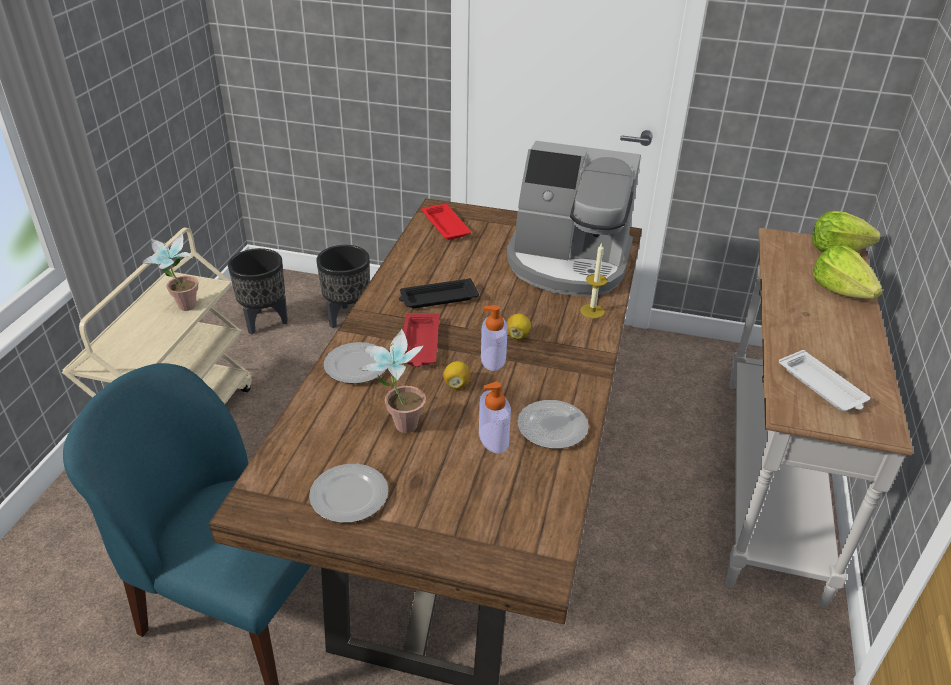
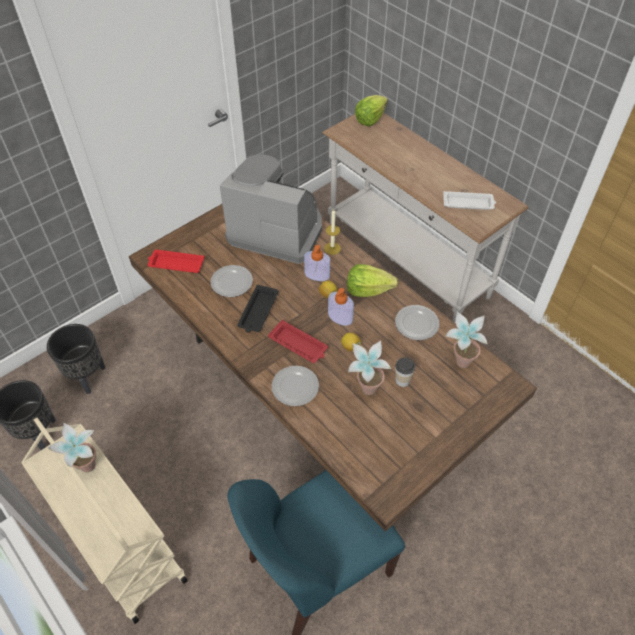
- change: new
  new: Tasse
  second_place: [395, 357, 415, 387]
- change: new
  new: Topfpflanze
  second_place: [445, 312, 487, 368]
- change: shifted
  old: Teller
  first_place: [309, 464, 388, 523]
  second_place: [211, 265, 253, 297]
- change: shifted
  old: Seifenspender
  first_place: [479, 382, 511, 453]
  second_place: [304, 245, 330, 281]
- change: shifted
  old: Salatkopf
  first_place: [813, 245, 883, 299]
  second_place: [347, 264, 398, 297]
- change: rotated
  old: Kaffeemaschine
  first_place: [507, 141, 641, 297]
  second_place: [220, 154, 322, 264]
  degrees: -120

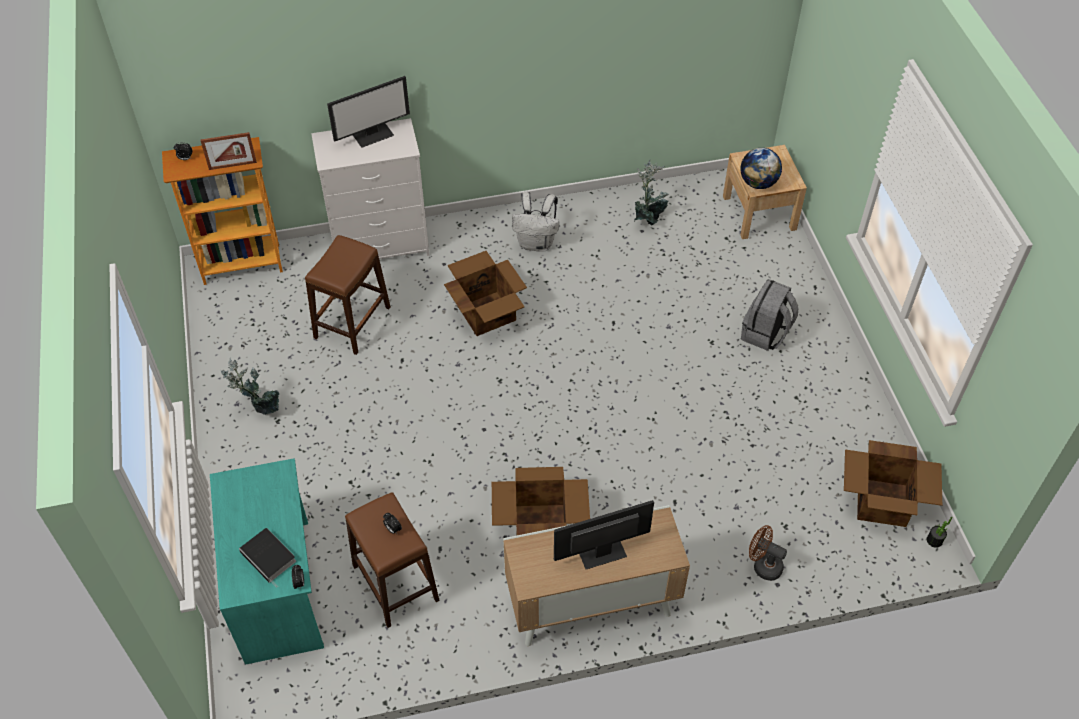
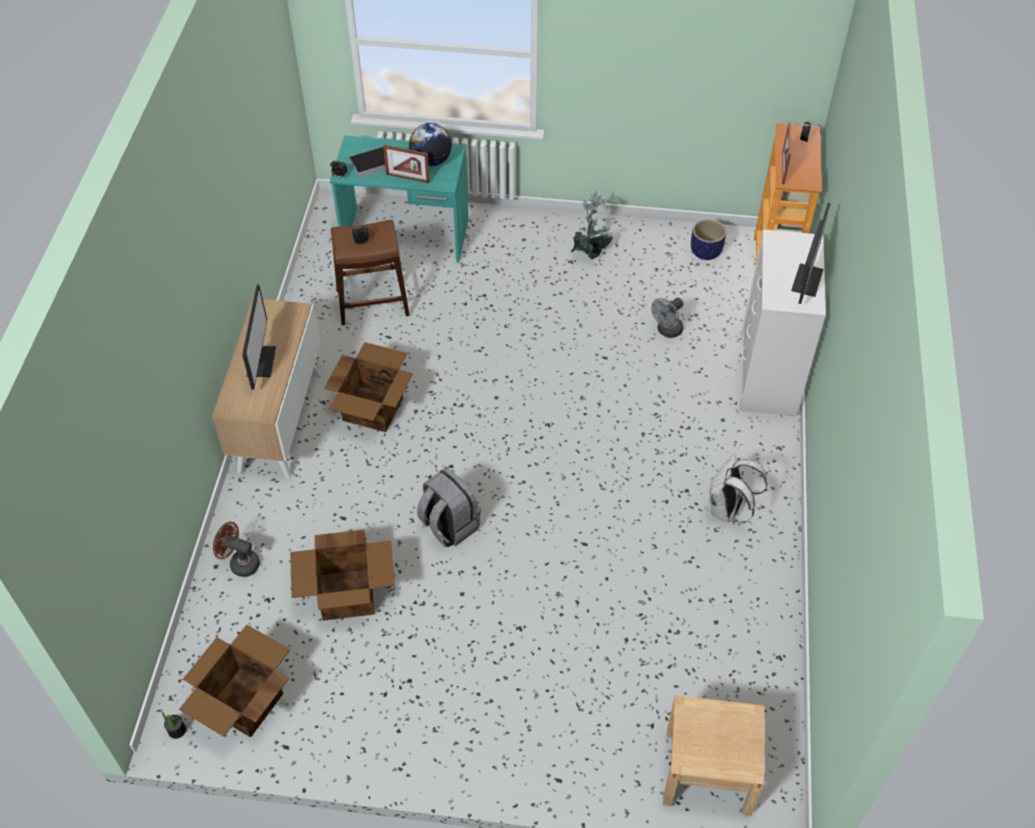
- change: gone
  old: Topfpflanze
  first_place: [634, 160, 669, 226]
- change: new
  new: Bilderrahmen
  second_place: [383, 145, 430, 183]
- change: new
  new: Pflanzkübel
  second_place: [691, 219, 726, 260]
- change: shifted
  old: Karton
  first_place: [444, 251, 527, 336]
  second_place: [290, 529, 395, 621]
- change: shifted
  old: Globus
  first_place: [740, 148, 782, 189]
  second_place: [409, 123, 452, 166]
- change: shifted
  old: Rucksack [grau]
  first_place: [741, 279, 798, 351]
  second_place: [417, 468, 481, 547]
- change: swapped
  old: Hocker [braun]
  new: Ventilator [grau]
  first_place: [305, 235, 391, 355]
  second_place: [651, 298, 684, 338]
- change: rotated
  old: Monitor
  first_place: [327, 76, 410, 148]
  second_place: [791, 203, 831, 304]
  degrees: -150
- change: rotated
  old: Ventilator [braun]
  first_place: [749, 525, 787, 581]
  second_place: [213, 522, 260, 577]
  degrees: -120

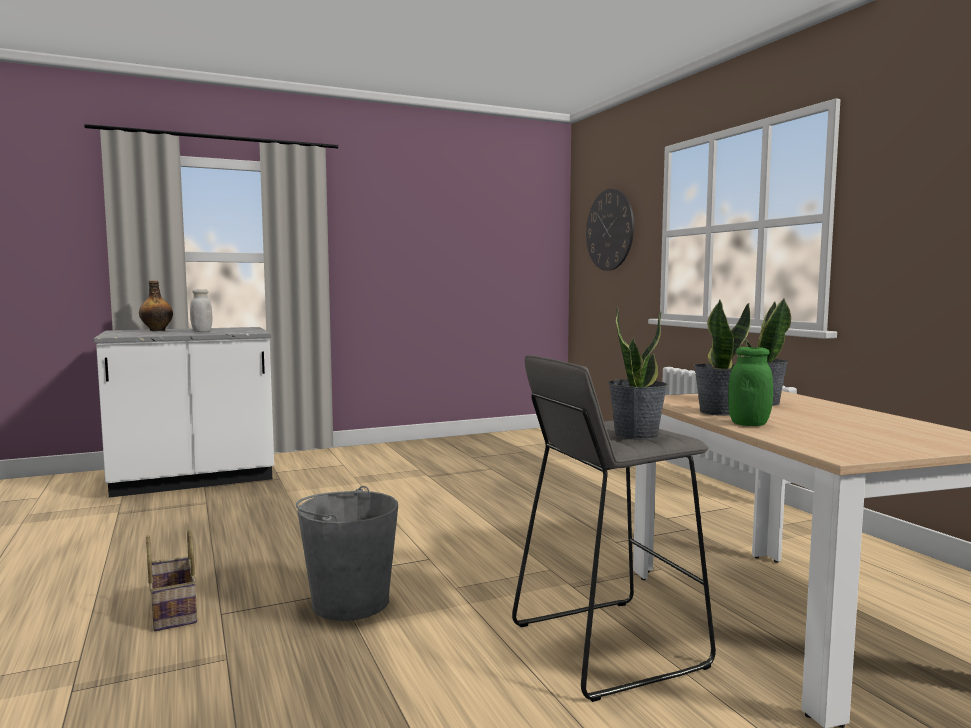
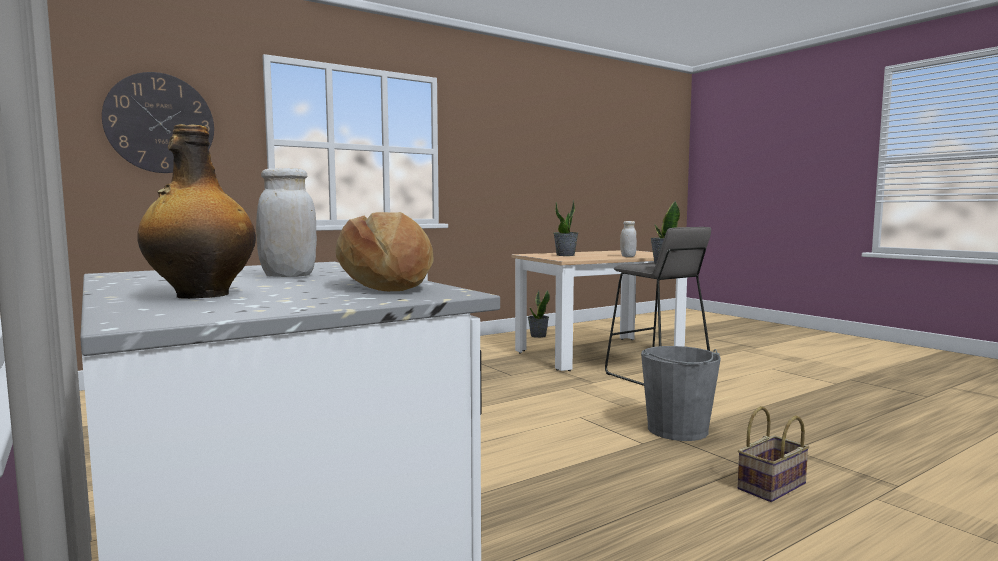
- change: new
  new: Brot
  second_place: [336, 212, 434, 291]
- change: shifted
  old: Topfpflanze
  first_place: [693, 300, 750, 416]
  second_place: [528, 290, 550, 338]
- change: repainted
  old: Vorratsglas [grün]
  new: Vorratsglas [weiß]
  first_place: [728, 347, 773, 426]
  second_place: [620, 221, 637, 257]

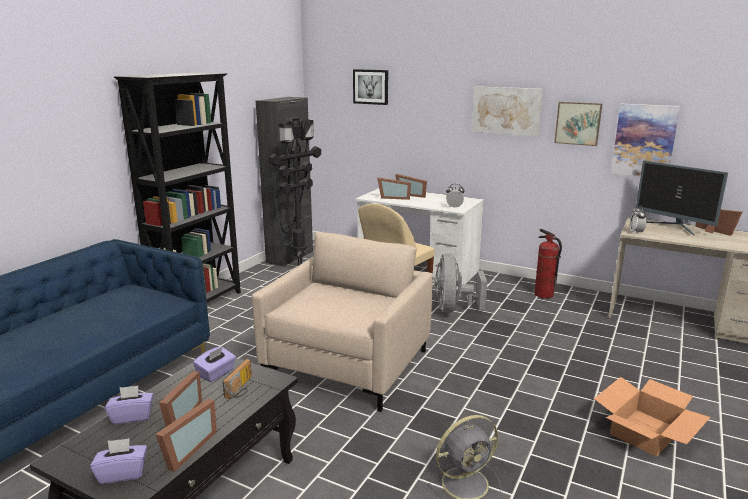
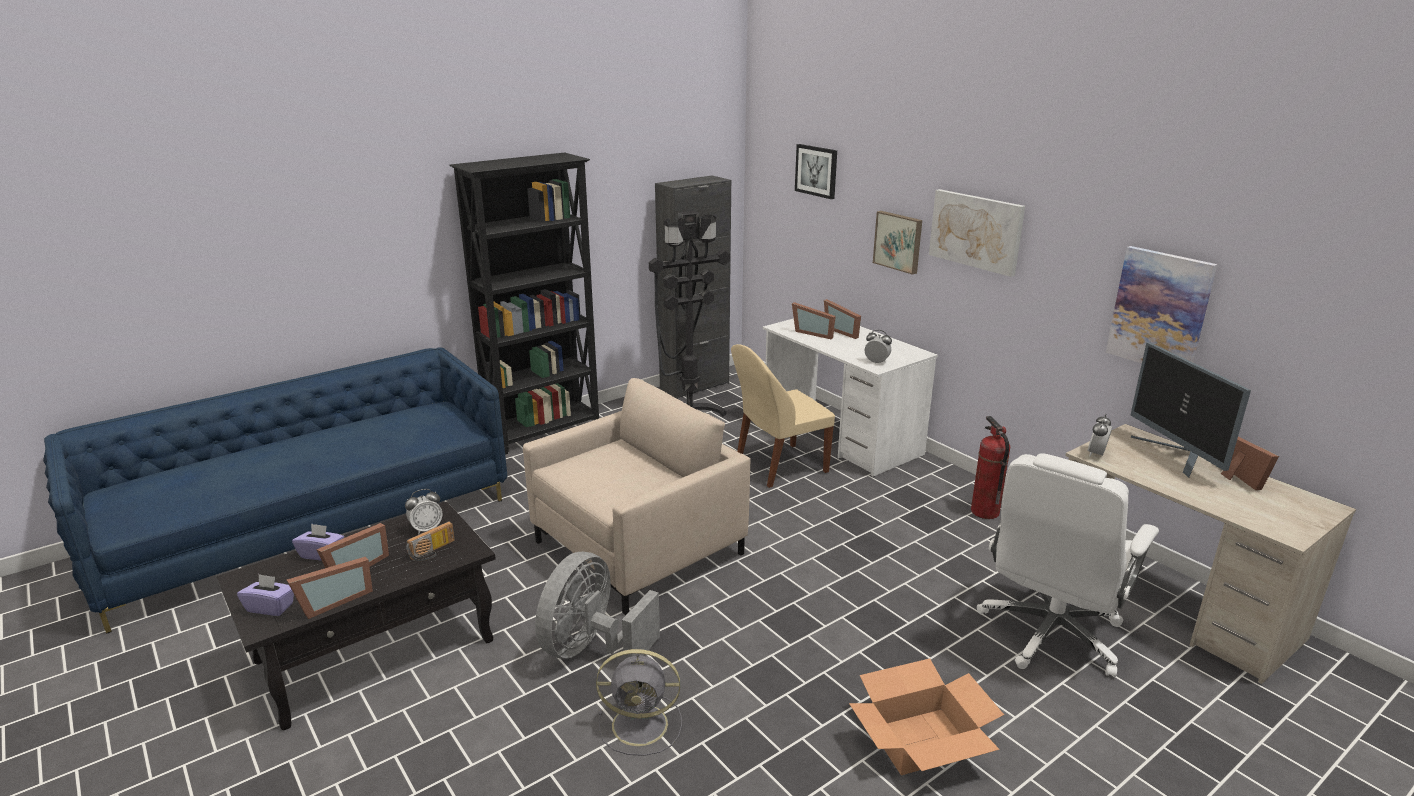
- change: new
  new: Bürostuhl [weiß]
  second_place: [977, 453, 1159, 677]
- change: shifted
  old: Ventilator [grau]
  first_place: [435, 253, 487, 313]
  second_place: [535, 552, 660, 660]
- change: shifted
  old: Bild
  first_place: [554, 102, 602, 146]
  second_place: [873, 211, 922, 275]
- change: swapped
  old: Taschentuchbox [lila]
  new: Wecker
  first_place: [193, 346, 236, 382]
  second_place: [405, 489, 442, 534]

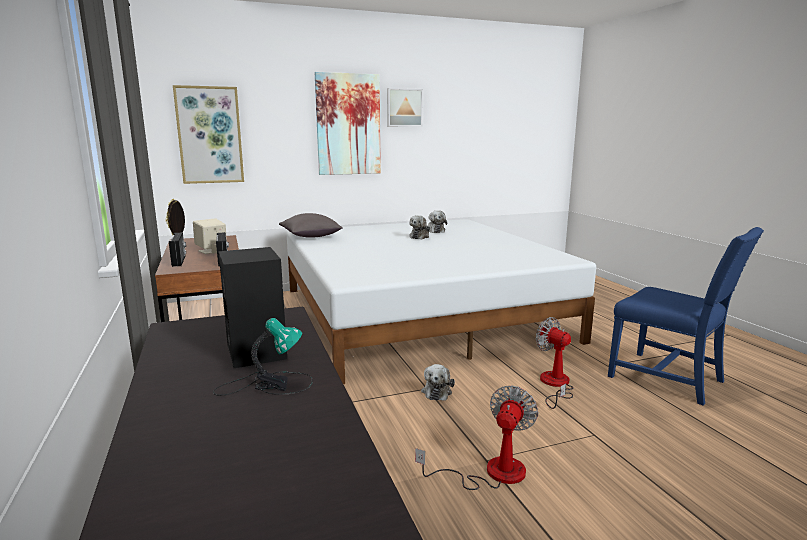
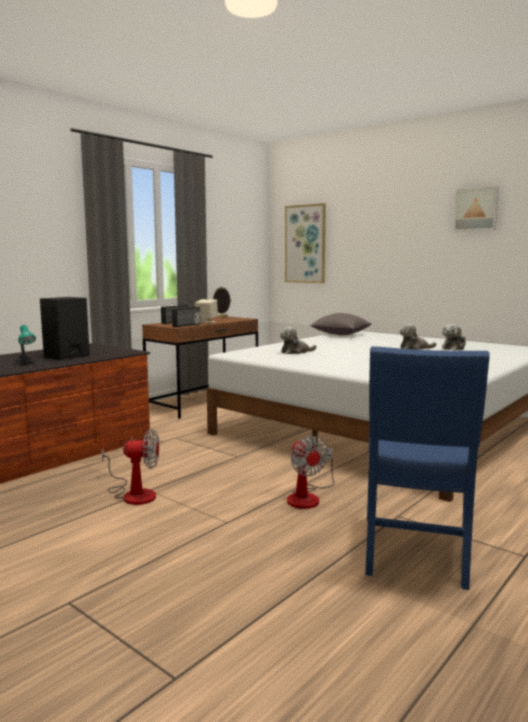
- change: gone
  old: Bild
  first_place: [315, 72, 381, 175]
- change: shifted
  old: Plüschtier
  first_place: [421, 364, 455, 401]
  second_place: [280, 327, 317, 354]
- change: rotated
  old: Ventilator
  first_place: [536, 317, 573, 409]
  second_place: [287, 436, 335, 509]
  degrees: 135

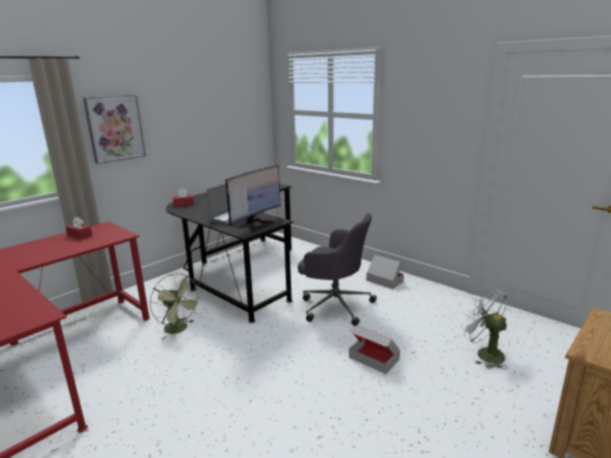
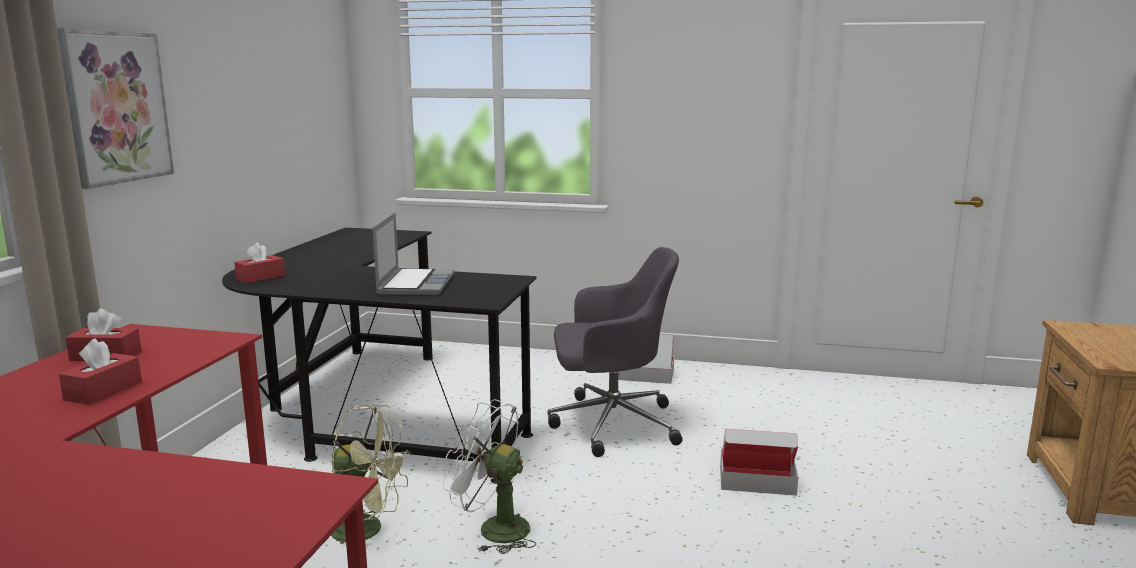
- change: gone
  old: Monitor
  first_place: [226, 165, 281, 233]
- change: new
  new: Taschentuchbox [rot]
  second_place: [59, 339, 142, 405]
- change: shifted
  old: Ventilator [weiß]
  first_place: [461, 289, 508, 369]
  second_place: [442, 399, 536, 554]

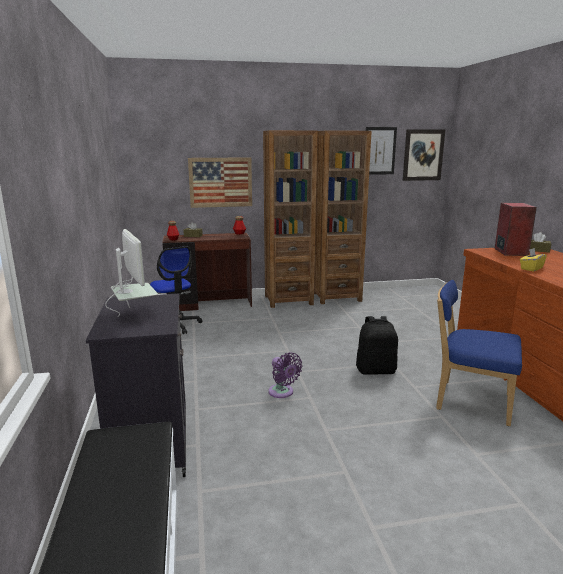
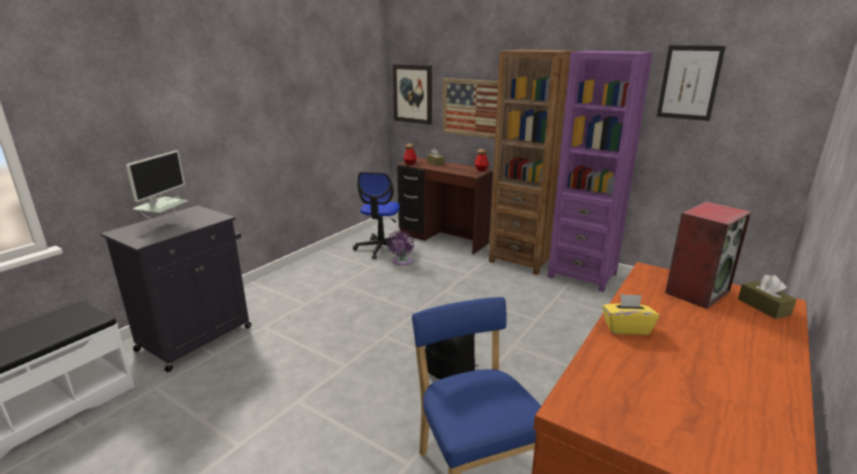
- change: shifted
  old: Ventilator [lila]
  first_place: [268, 352, 302, 398]
  second_place: [387, 231, 414, 266]
- change: shifted
  old: Bild
  first_place: [403, 129, 445, 181]
  second_place: [393, 64, 432, 125]
- change: repainted
  old: Bücherregal [braun]
  new: Bücherregal [lila]
  first_place: [314, 131, 372, 304]
  second_place: [548, 51, 653, 292]

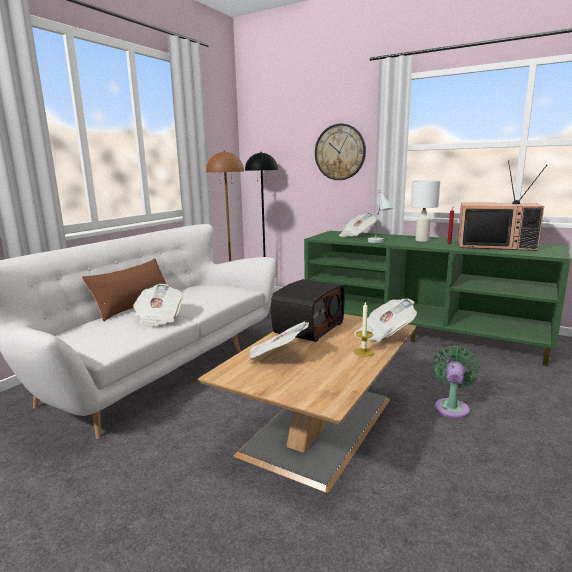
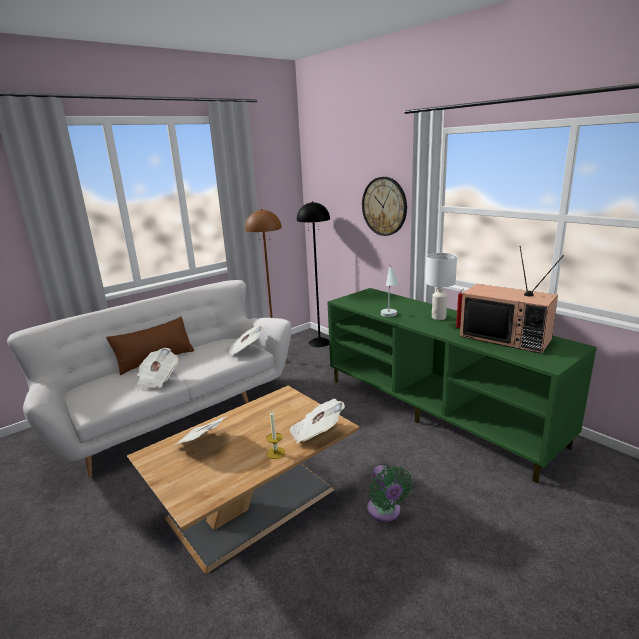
- change: gone
  old: Radio
  first_place: [271, 279, 344, 342]
- change: shifted
  old: Zeitung
  first_place: [339, 213, 376, 237]
  second_place: [225, 326, 263, 356]
- change: rotated
  old: Ventilator [grün]
  first_place: [432, 346, 480, 418]
  second_place: [367, 465, 412, 522]
  degrees: 120

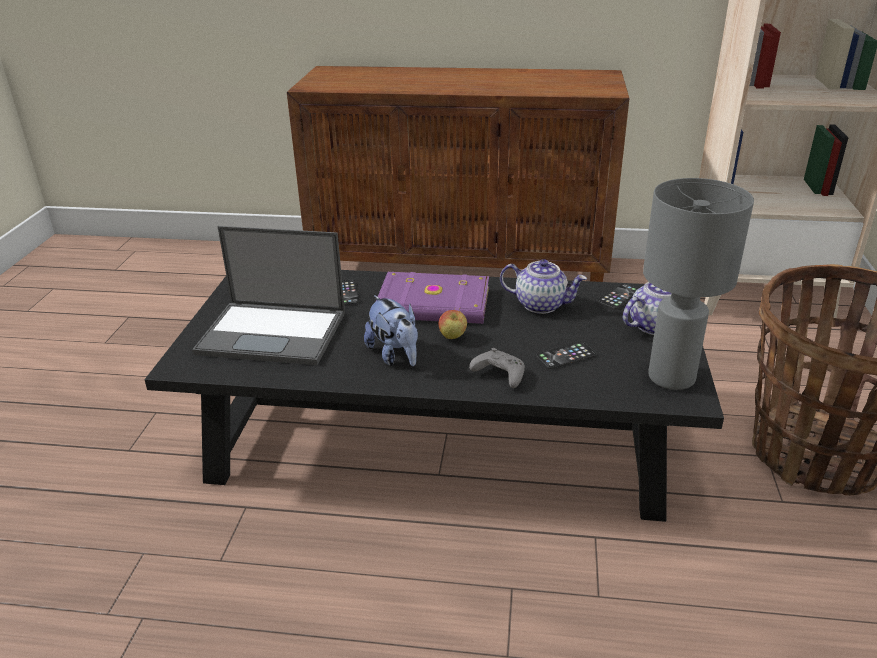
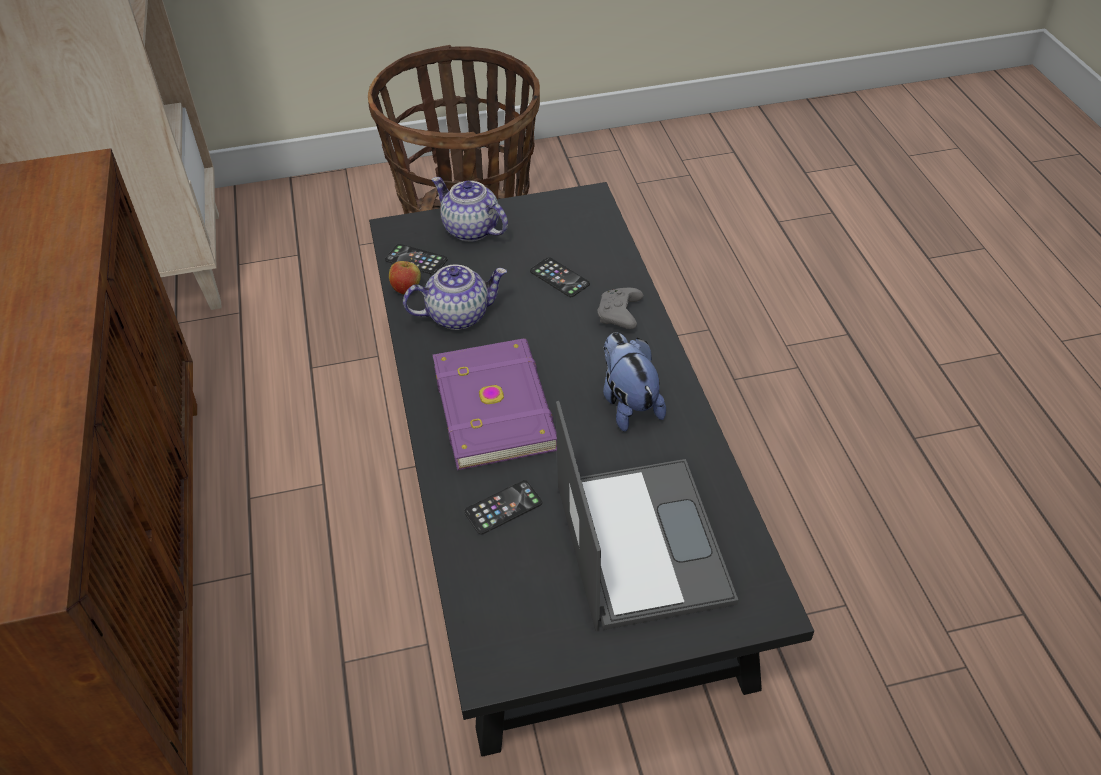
- change: gone
  old: Tischlampe [grau]
  first_place: [643, 178, 754, 390]
- change: shifted
  old: Apfel
  first_place: [438, 310, 467, 339]
  second_place: [389, 258, 421, 295]
- change: rotated
  old: Plüschtier
  first_place: [364, 295, 418, 366]
  second_place: [603, 332, 666, 432]
  degrees: -60
- change: rotated
  old: Teekanne
  first_place: [500, 259, 587, 314]
  second_place: [403, 265, 507, 330]
  degrees: 75

